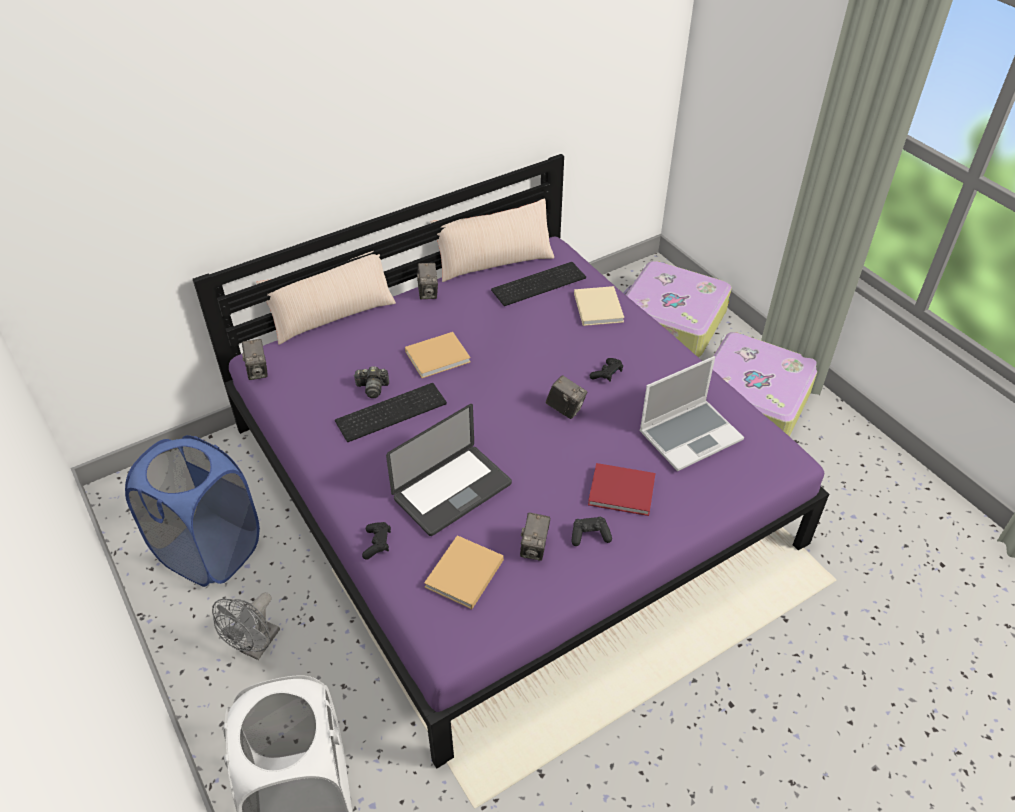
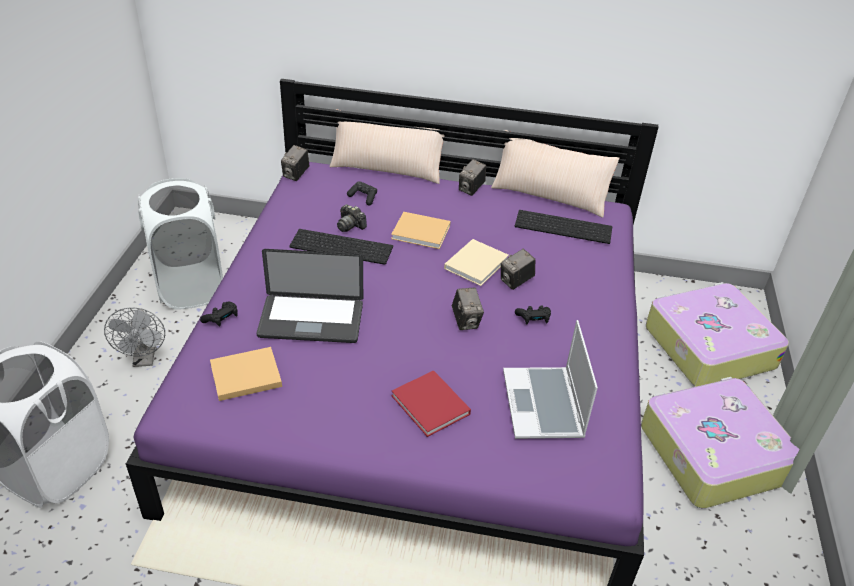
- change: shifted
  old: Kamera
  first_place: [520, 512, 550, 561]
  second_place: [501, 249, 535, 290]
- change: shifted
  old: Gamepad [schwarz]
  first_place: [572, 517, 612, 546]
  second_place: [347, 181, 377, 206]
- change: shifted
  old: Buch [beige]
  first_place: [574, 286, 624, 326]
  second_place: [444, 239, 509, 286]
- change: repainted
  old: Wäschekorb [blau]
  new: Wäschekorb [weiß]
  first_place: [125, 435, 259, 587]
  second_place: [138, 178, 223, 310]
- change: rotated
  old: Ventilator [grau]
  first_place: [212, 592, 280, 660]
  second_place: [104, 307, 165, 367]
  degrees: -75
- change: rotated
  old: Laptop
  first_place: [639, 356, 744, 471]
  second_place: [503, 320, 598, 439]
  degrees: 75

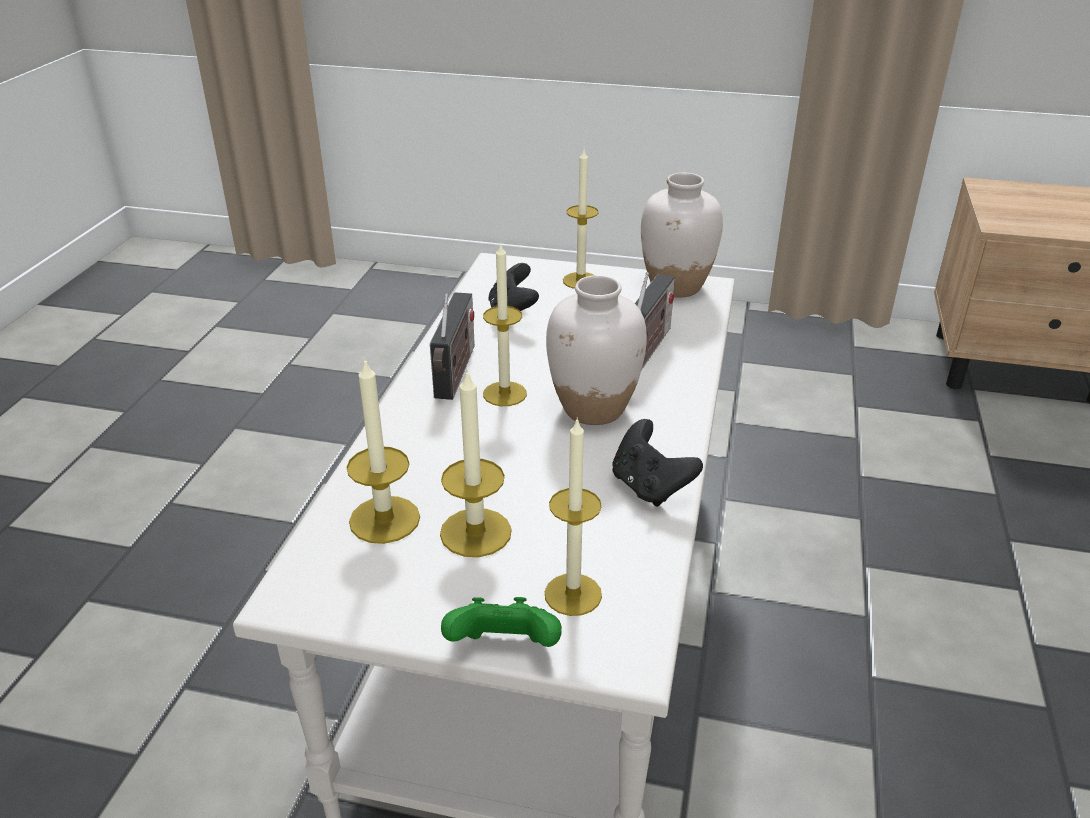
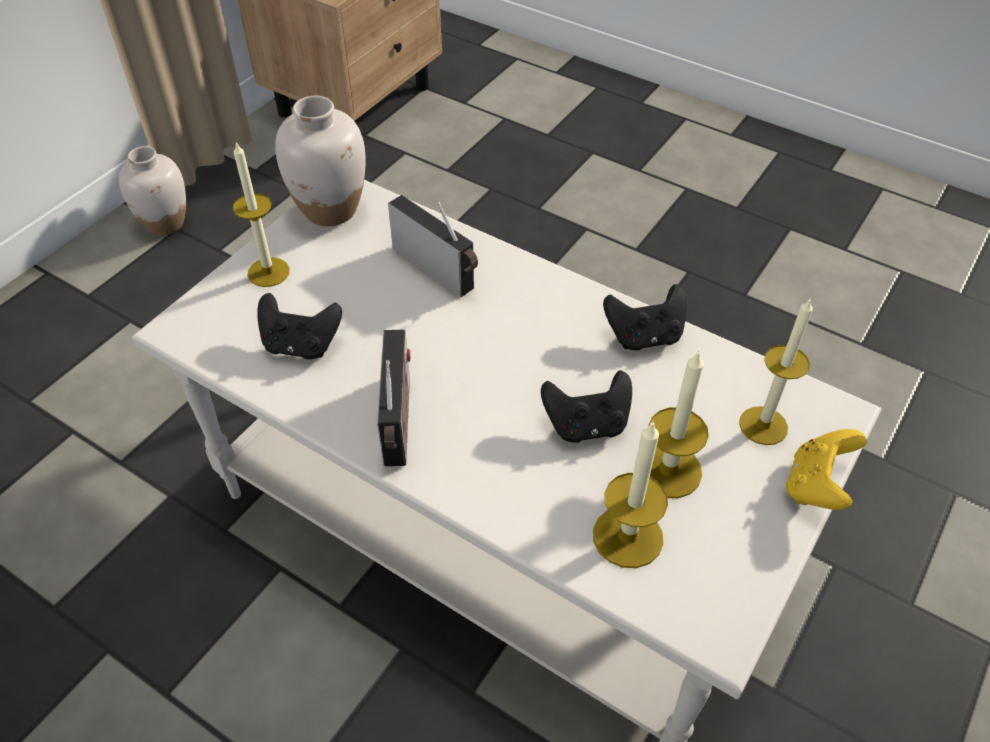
- change: gone
  old: Kerze
  first_place: [483, 242, 527, 406]
- change: new
  new: Gamepad [schwarz]
  second_place: [541, 370, 632, 443]
- change: shifted
  old: Vase [weiß]
  first_place: [546, 275, 647, 425]
  second_place: [119, 146, 186, 235]
- change: repainted
  old: Gamepad [grün]
  new: Gamepad [gelb]
  first_place: [441, 597, 562, 647]
  second_place: [786, 429, 867, 510]
- change: rotated
  old: Radio
  first_place: [430, 292, 475, 400]
  second_place: [377, 330, 410, 466]
  degrees: 60

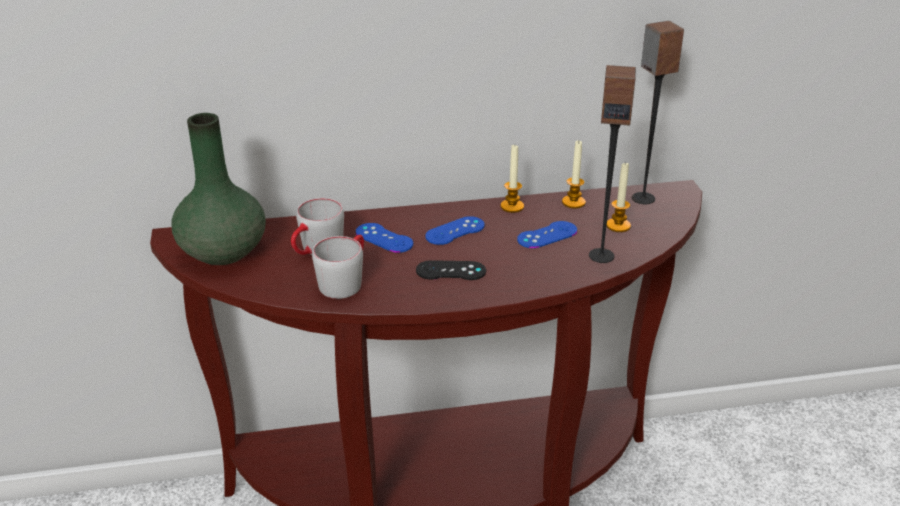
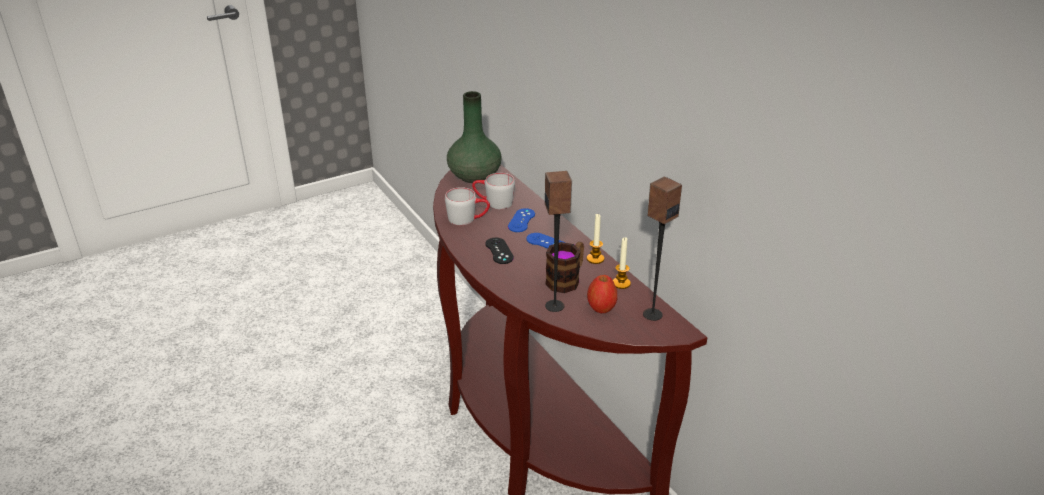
- change: swapped
  old: Gamepad [blau]
  new: Henkelbecher
  first_place: [517, 221, 577, 248]
  second_place: [545, 242, 584, 293]
- change: swapped
  old: Kerze
  new: Apfel
  first_place: [606, 162, 631, 232]
  second_place: [587, 275, 617, 313]

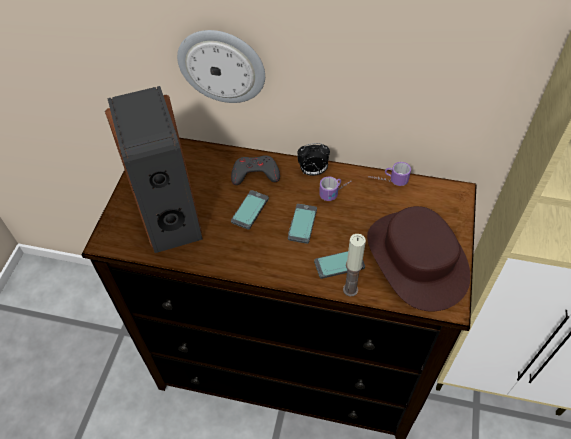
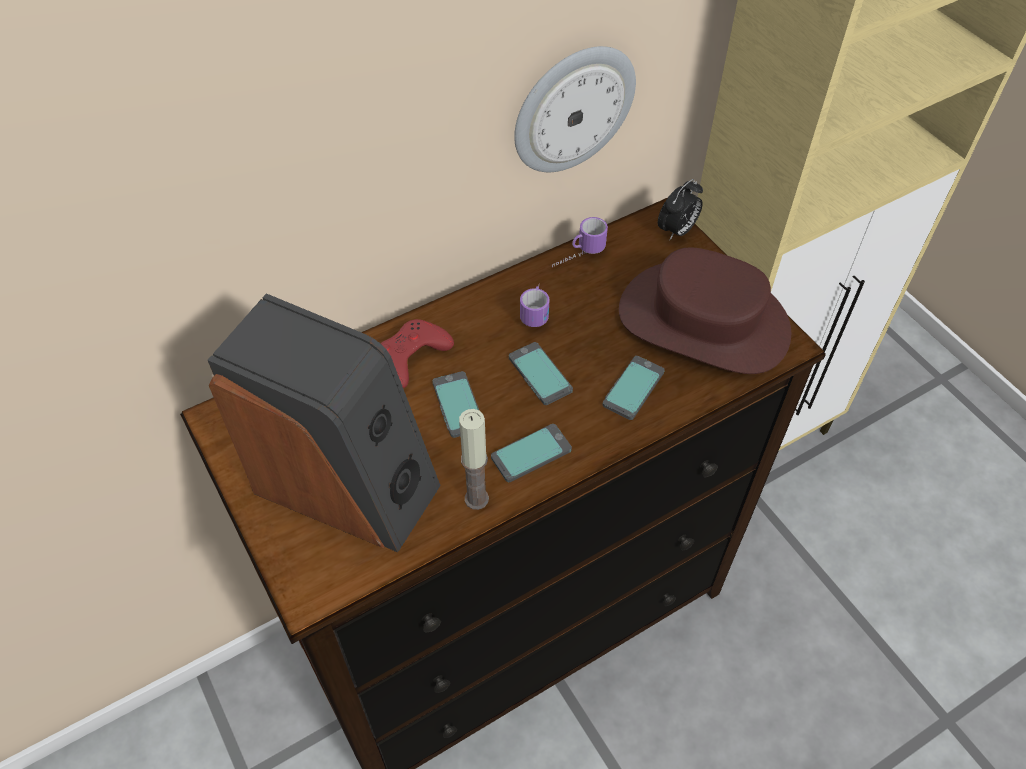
- change: new
  new: Handy
  second_place: [491, 424, 572, 482]
- change: shifted
  old: Wanduhr
  first_place: [177, 30, 265, 103]
  second_place: [514, 46, 636, 172]
- change: shifted
  old: Wecker
  first_place: [297, 143, 330, 176]
  second_place: [658, 179, 703, 241]
- change: shifted
  old: Kerze
  first_place: [343, 234, 366, 296]
  second_place: [459, 409, 489, 510]
- change: repainted
  old: Gamepad [grau]
  new: Gamepad [rot]
  first_place: [231, 155, 280, 185]
  second_place: [381, 319, 454, 388]

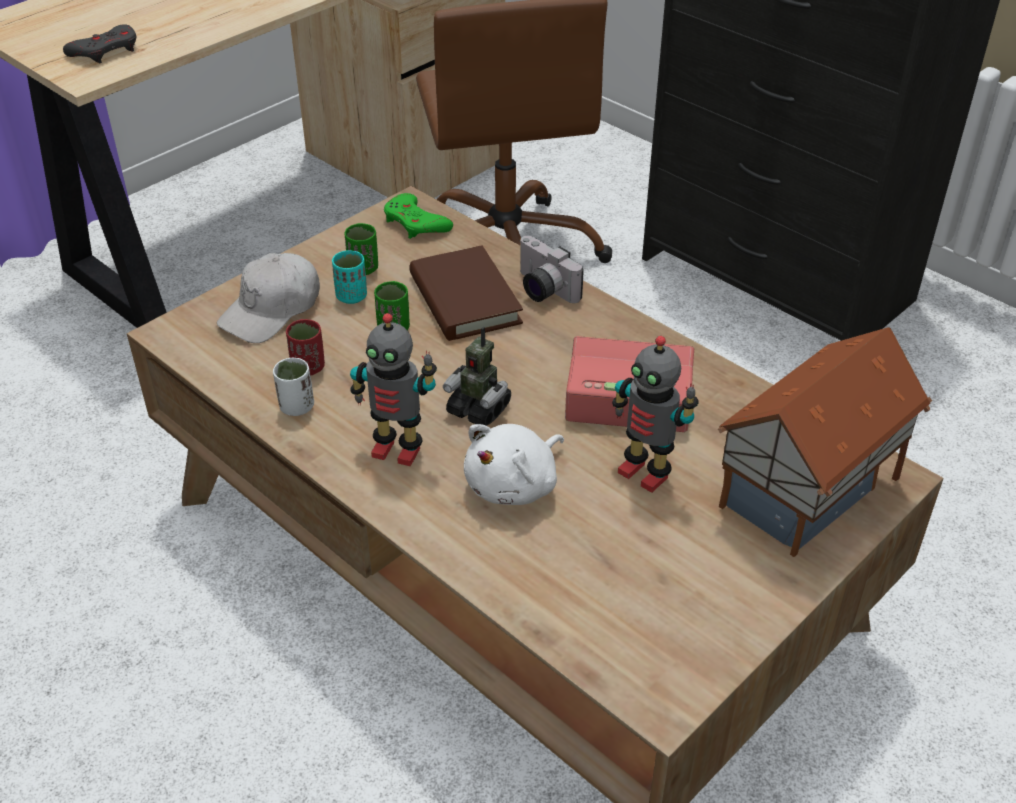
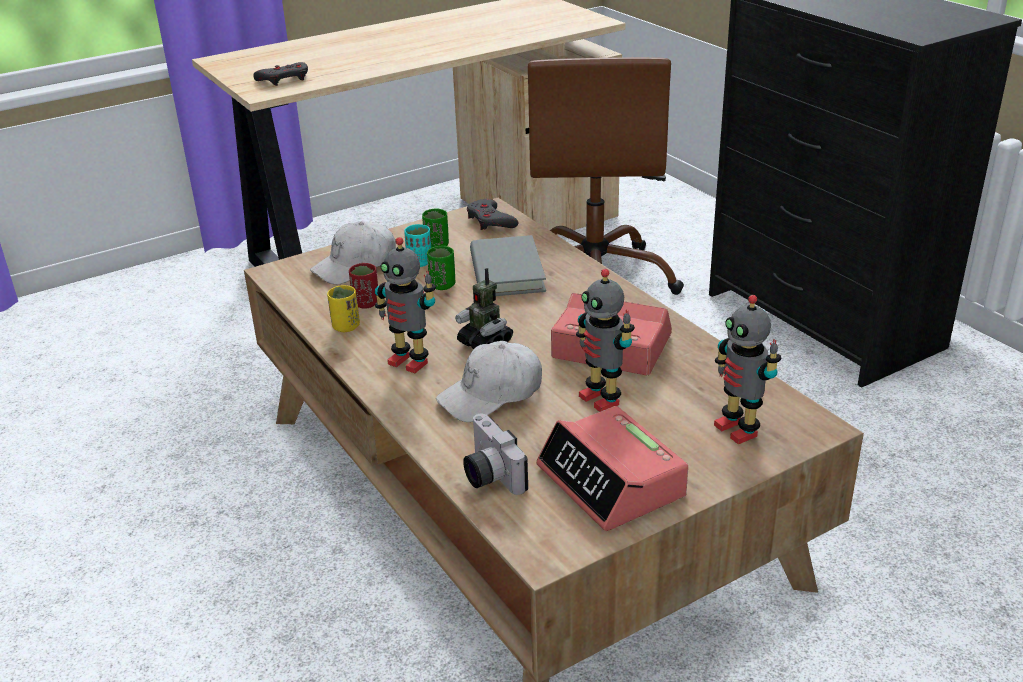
- change: new
  new: Wecker
  second_place: [536, 406, 688, 531]
- change: shifted
  old: Kamera
  first_place: [519, 236, 584, 303]
  second_place: [463, 414, 528, 495]
- change: swapped
  old: Plüschtier [weiß]
  new: Kappe [weiß]
  first_place: [464, 424, 564, 505]
  second_place: [436, 341, 542, 422]
- change: swapped
  old: Spielzeughaus
  new: Spielzeugroboter
  first_place: [718, 327, 932, 557]
  second_place: [714, 295, 781, 444]
- change: repainted
  old: Tasse [weiß]
  new: Tasse [gelb]
  first_place: [273, 358, 314, 416]
  second_place: [327, 285, 360, 332]
- change: repainted
  old: Gamepad [grün]
  new: Gamepad [grau]
  first_place: [384, 193, 453, 239]
  second_place: [467, 199, 518, 230]
- change: repainted
  old: Buch [braun]
  new: Buch [grau]
  first_place: [409, 245, 523, 341]
  second_place: [470, 235, 546, 296]

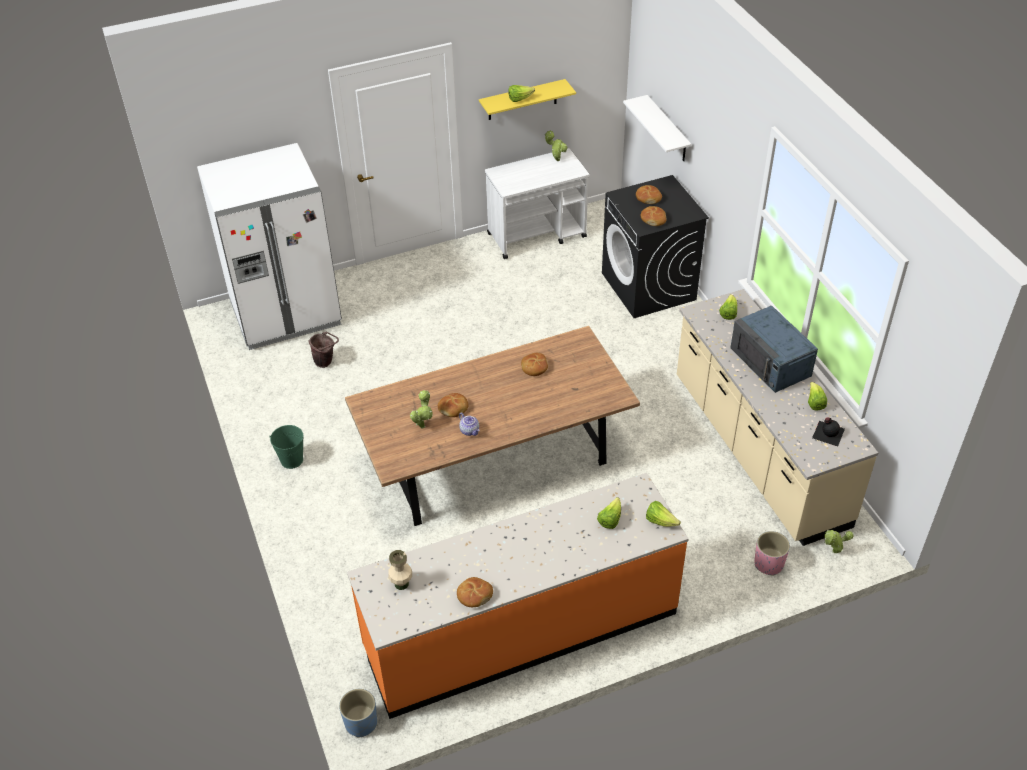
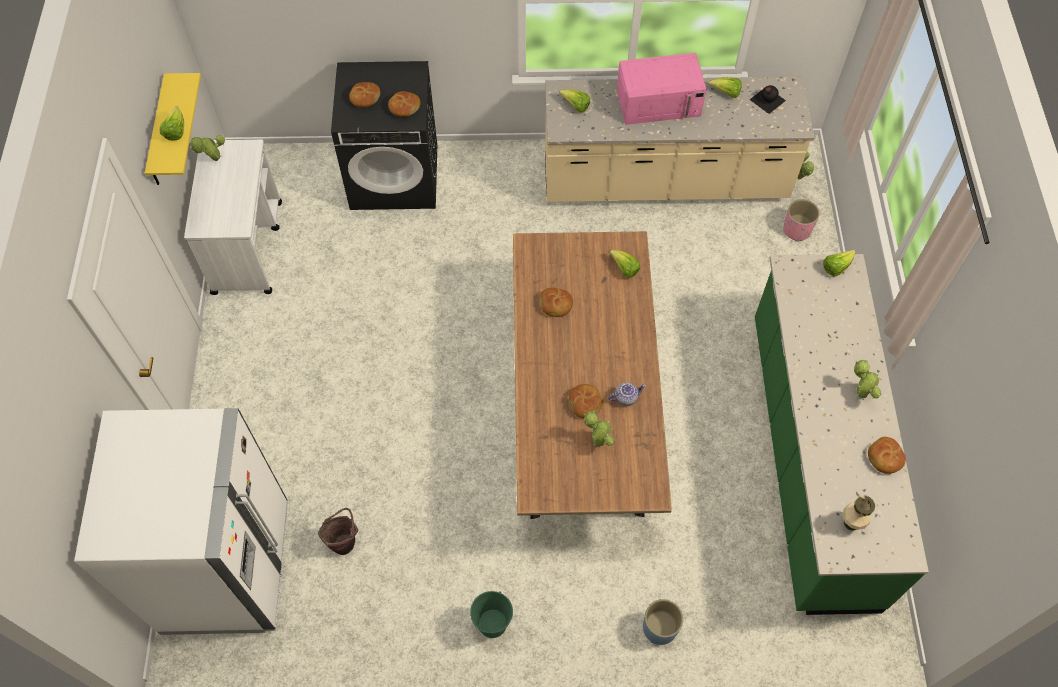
- change: gone
  old: Wandregal [weiß]
  first_place: [623, 95, 691, 161]
- change: new
  new: Topfpflanze
  second_place: [854, 360, 881, 400]
- change: shifted
  old: Pflanzkübel [blau]
  first_place: [339, 689, 377, 738]
  second_place: [643, 599, 683, 645]
- change: shifted
  old: Salatkopf
  first_place: [597, 497, 621, 529]
  second_place: [609, 250, 640, 278]
- change: repainted
  old: Küchenzeile [orange]
  new: Küchenzeile [grün]
  first_place: [347, 473, 688, 719]
  second_place: [755, 254, 929, 615]
- change: repainted
  old: Mikrowelle [blau]
  new: Mikrowelle [rosa]
  first_place: [731, 306, 818, 393]
  second_place: [617, 53, 706, 125]

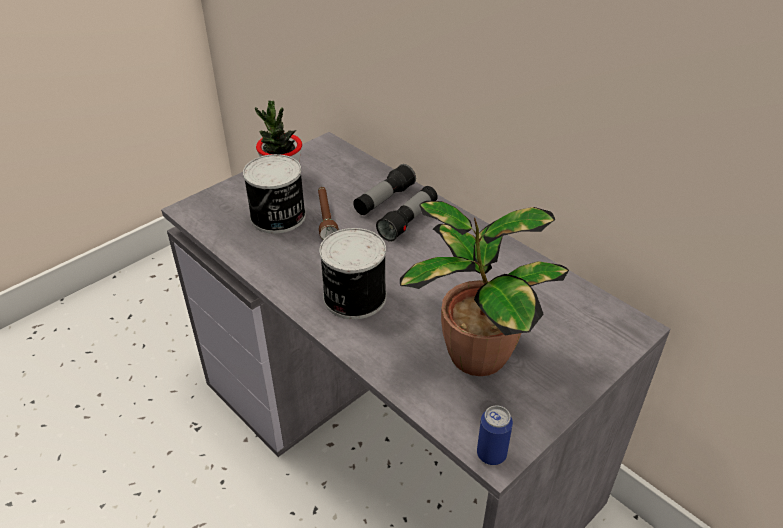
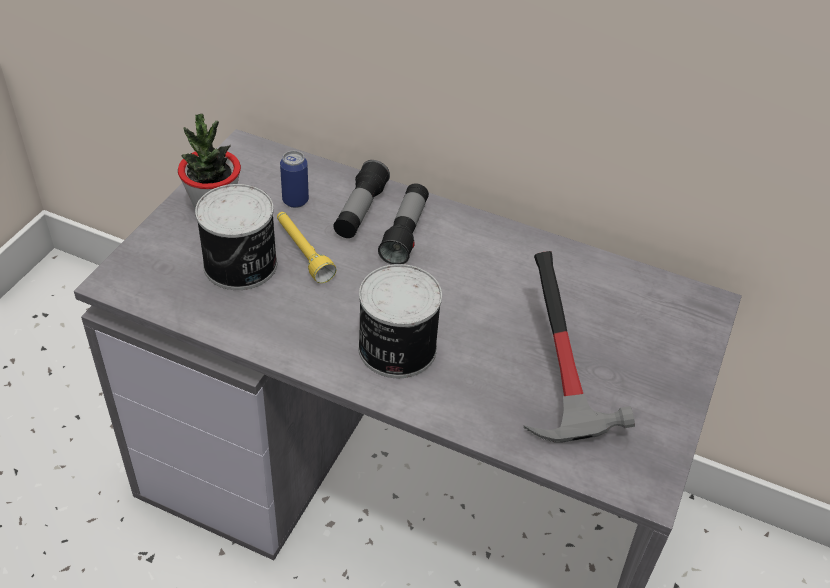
- change: shifted
  old: Dose
  first_place: [477, 406, 513, 465]
  second_place: [280, 151, 309, 208]
- change: swapped
  old: Topfpflanze
  new: Hammer
  first_place: [400, 201, 569, 376]
  second_place: [523, 251, 635, 443]
- change: repainted
  old: Taschenlampe [braun]
  new: Taschenlampe [gelb]
  first_place: [318, 187, 339, 240]
  second_place: [277, 212, 336, 283]

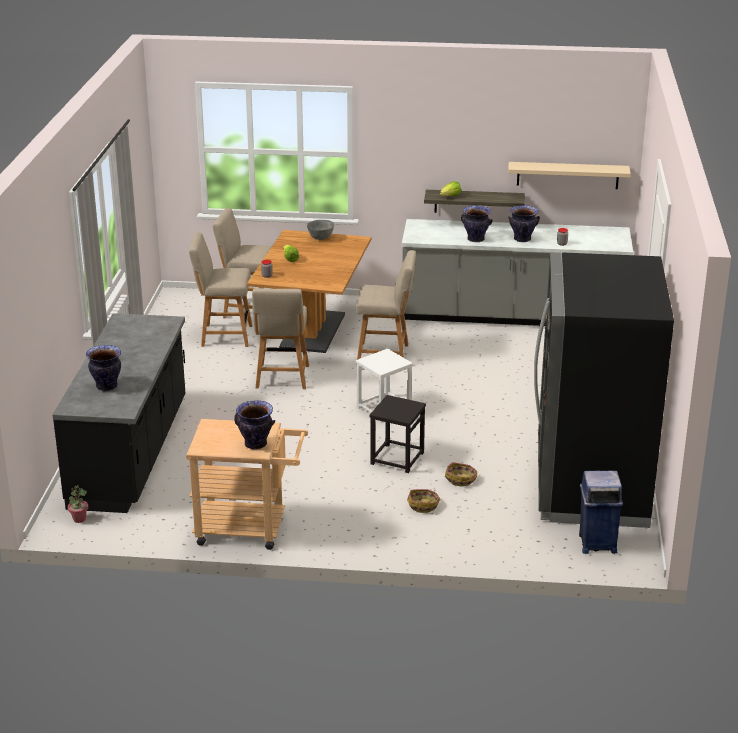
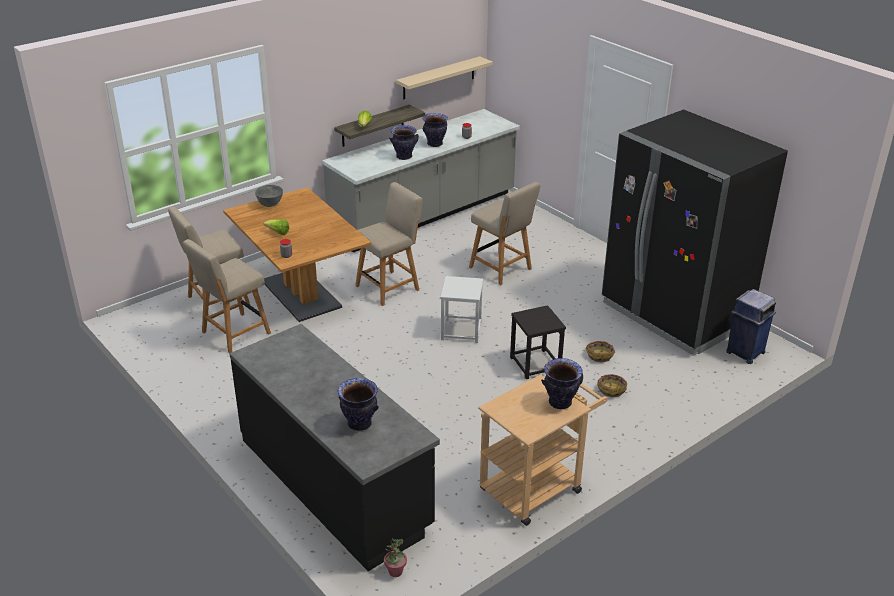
- change: shifted
  old: Stuhl [beige]
  first_place: [252, 288, 309, 389]
  second_place: [469, 182, 540, 285]

